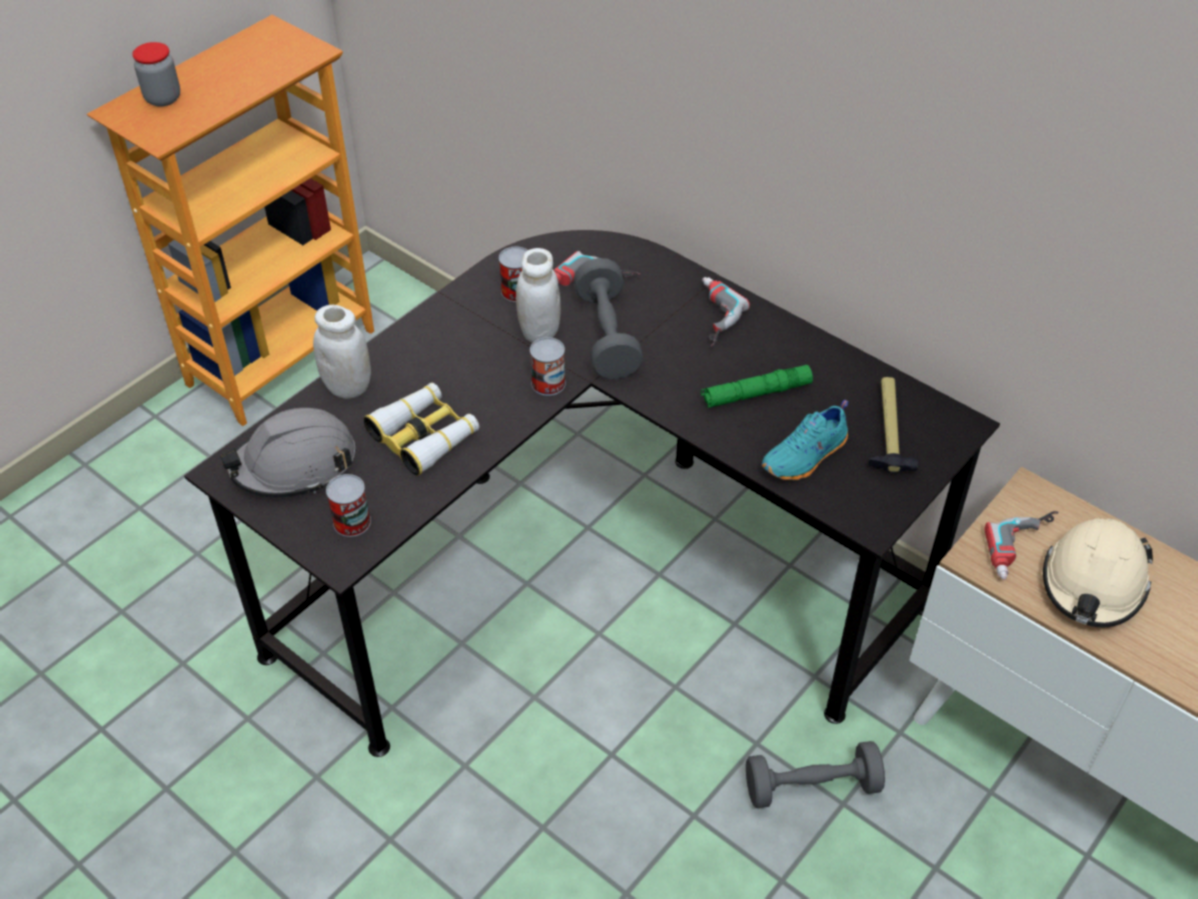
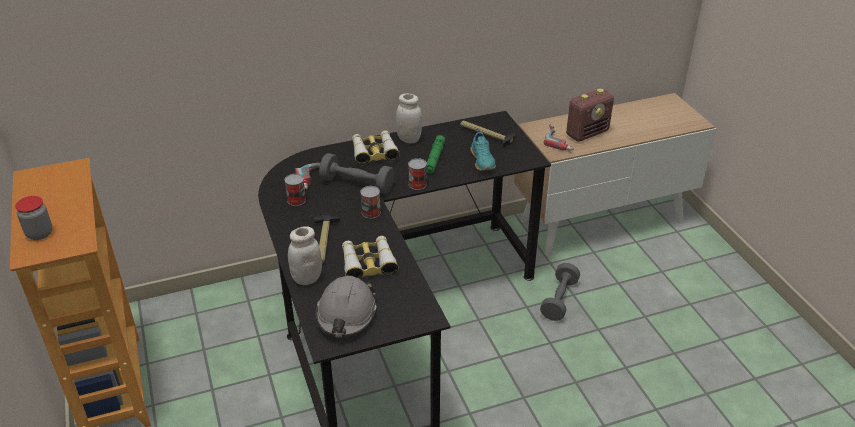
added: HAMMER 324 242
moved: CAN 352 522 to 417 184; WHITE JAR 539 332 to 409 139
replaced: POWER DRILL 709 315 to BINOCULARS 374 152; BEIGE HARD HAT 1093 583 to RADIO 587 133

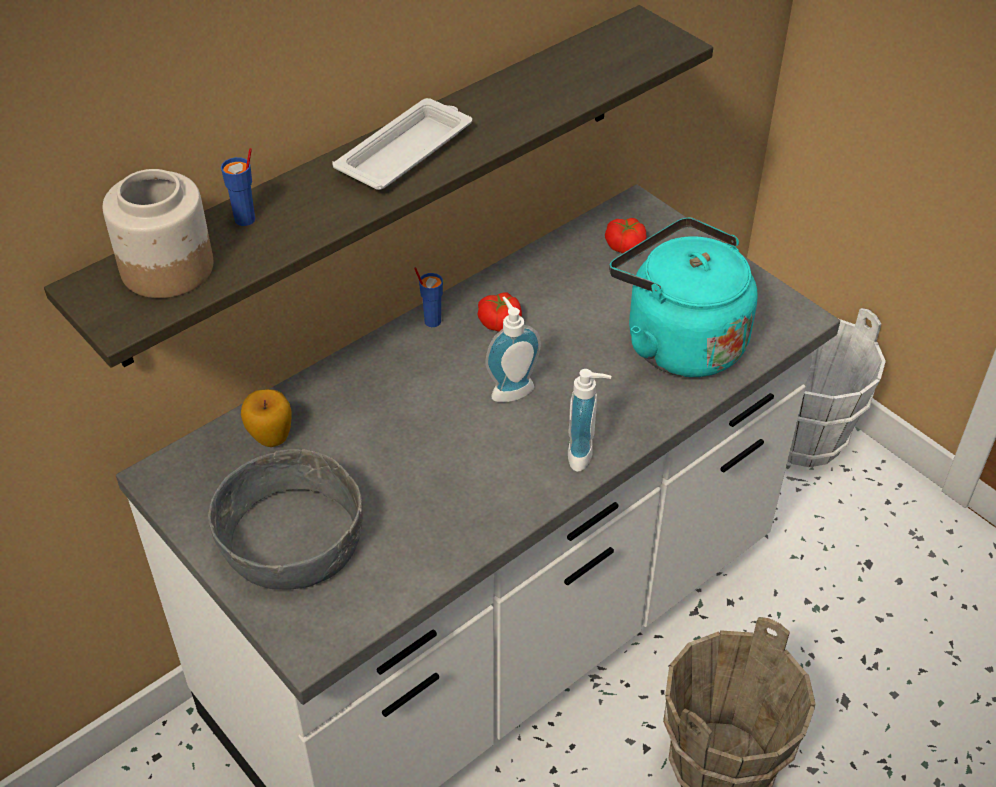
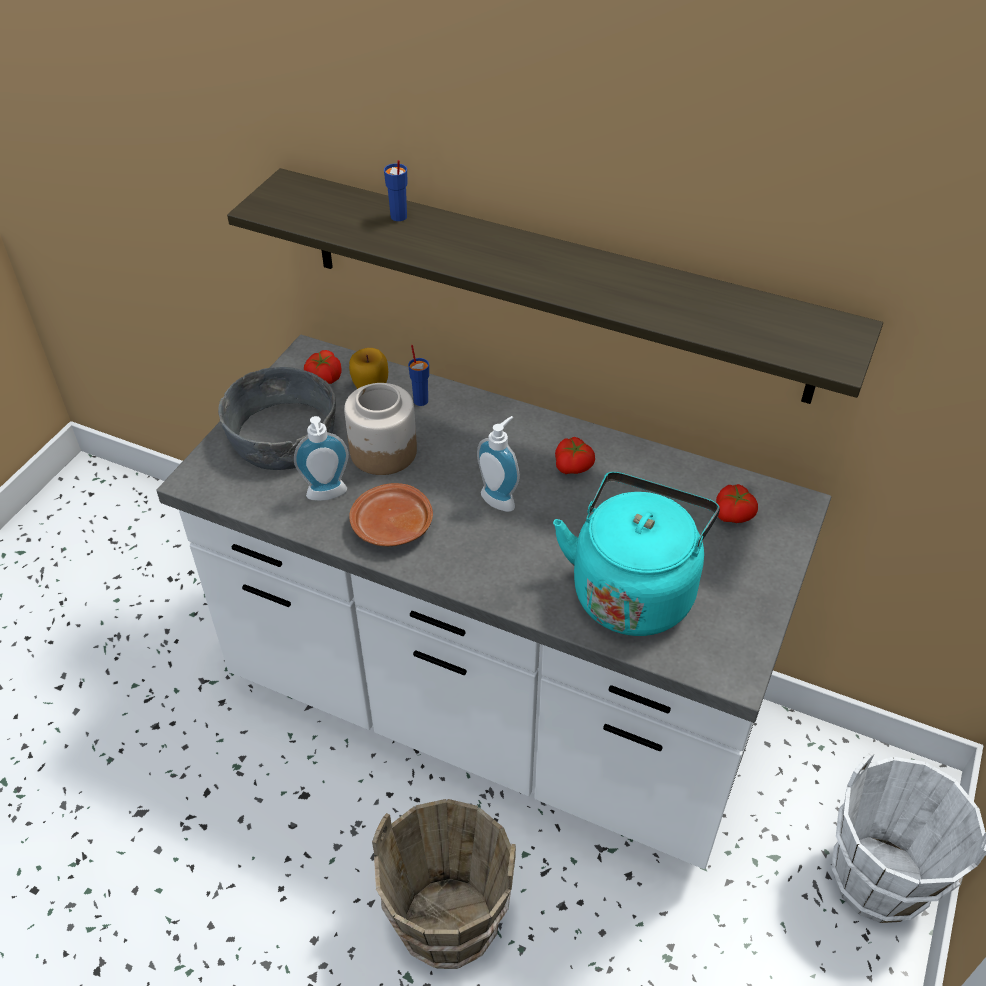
removed: WHITE TRAY 407 151
added: TOMATO 323 378; BROWN PLATE 392 526
moved: JAR 166 268 to 382 451; BLUE CUP 432 321 to 421 400; SOAP DISPENSER 585 454 to 327 496

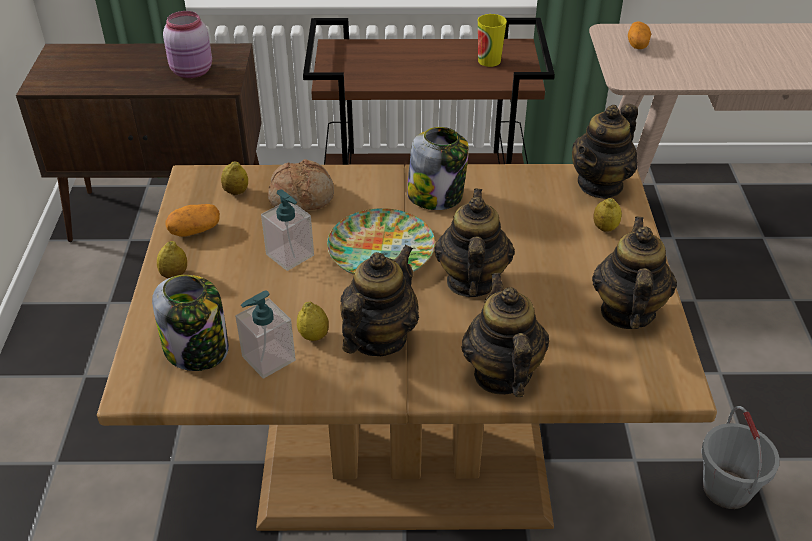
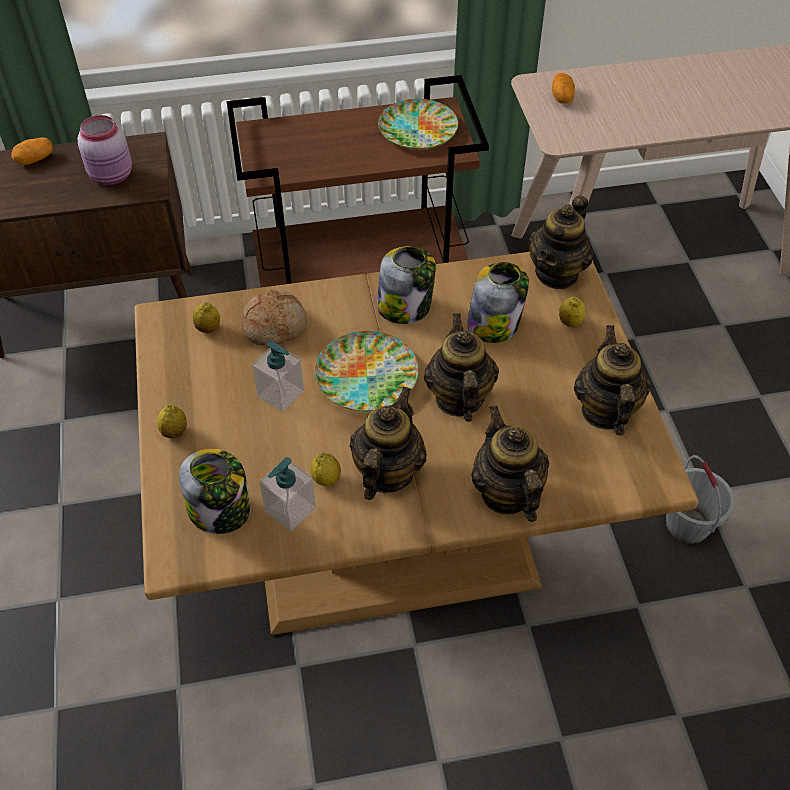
added: JAR 494 324
moved: POTATO 195 230 to 35 159
replaced: CUP 489 61 to PLATE 417 130

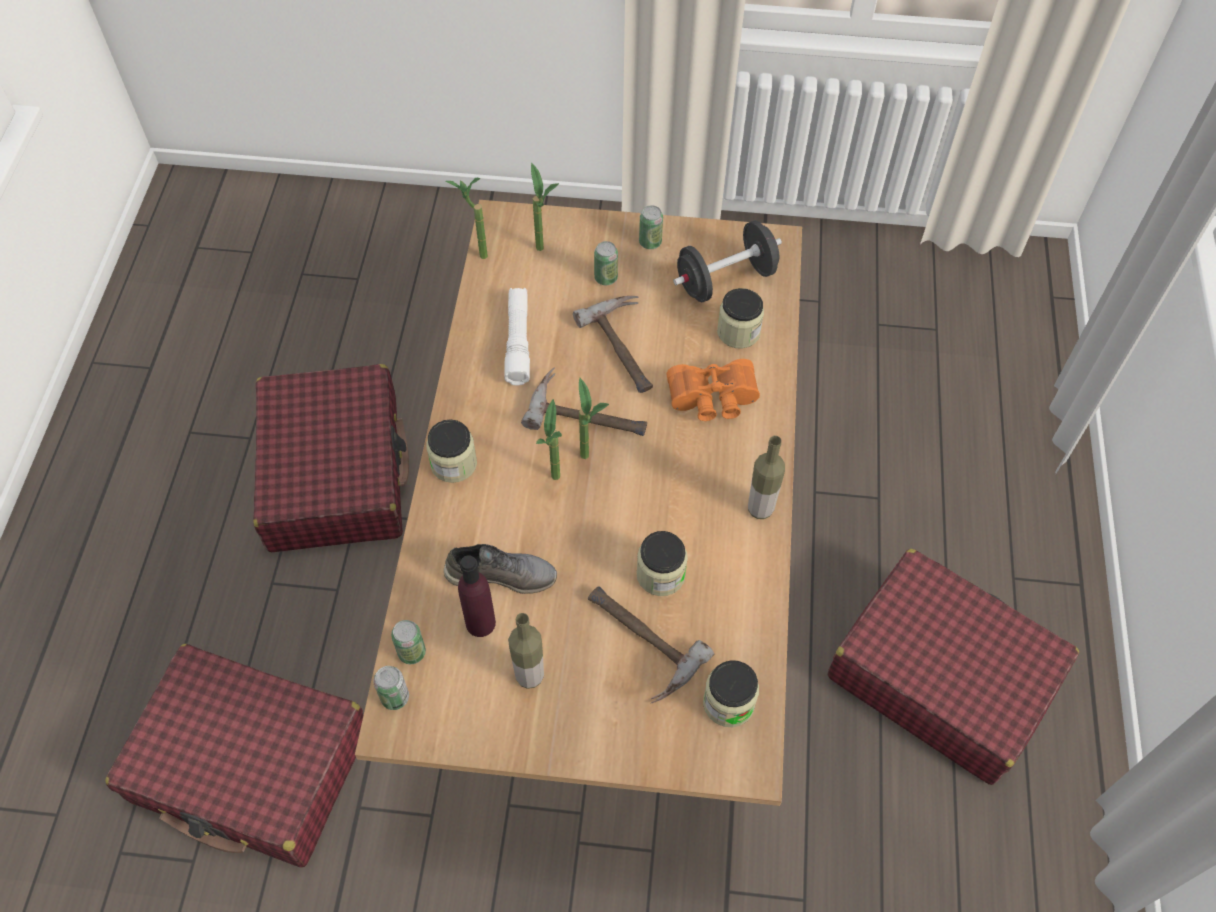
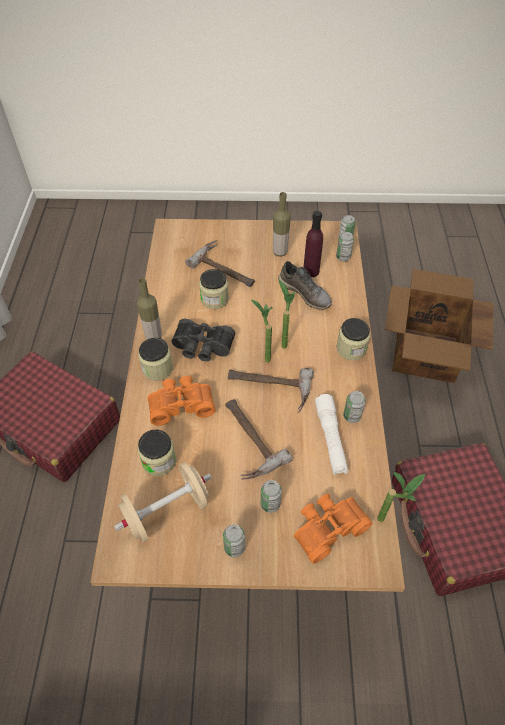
added: BLACK BINOCULARS 202 348; CAN 352 416
moved: JAR 728 703 to 157 368
replaced: RED SUITCASE 252 766 to CARDBOARD BOX 424 355; POTTED PLANT 545 252 to ORANGE BINOCULARS 327 527
recoloured: BLACK DUMBBELL 725 280 to BEIGE DUMBBELL 167 511
turned: GREY SHOE 501 574 = 305 293 135 degrees counterclockwise

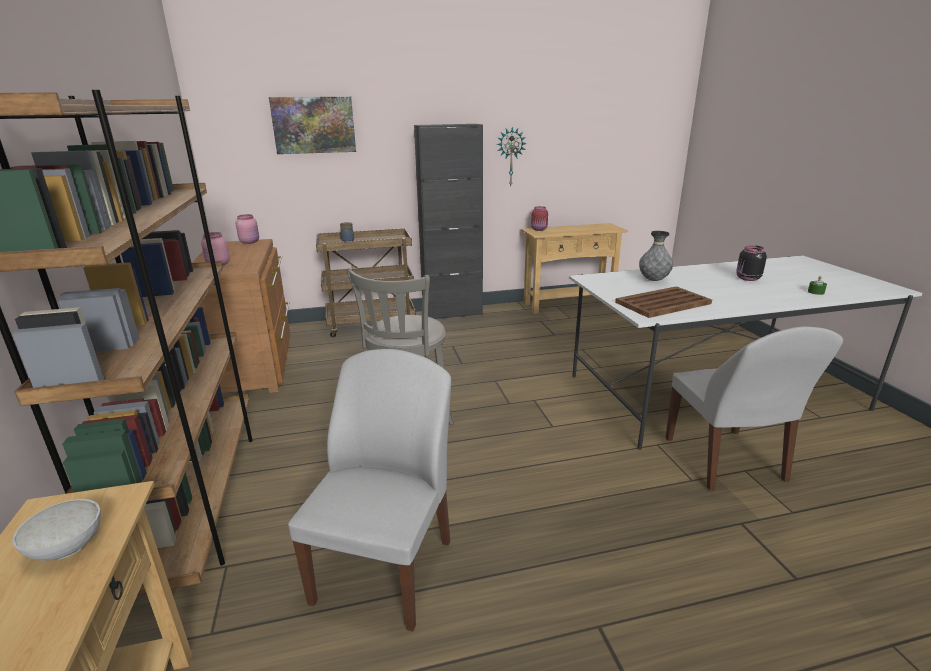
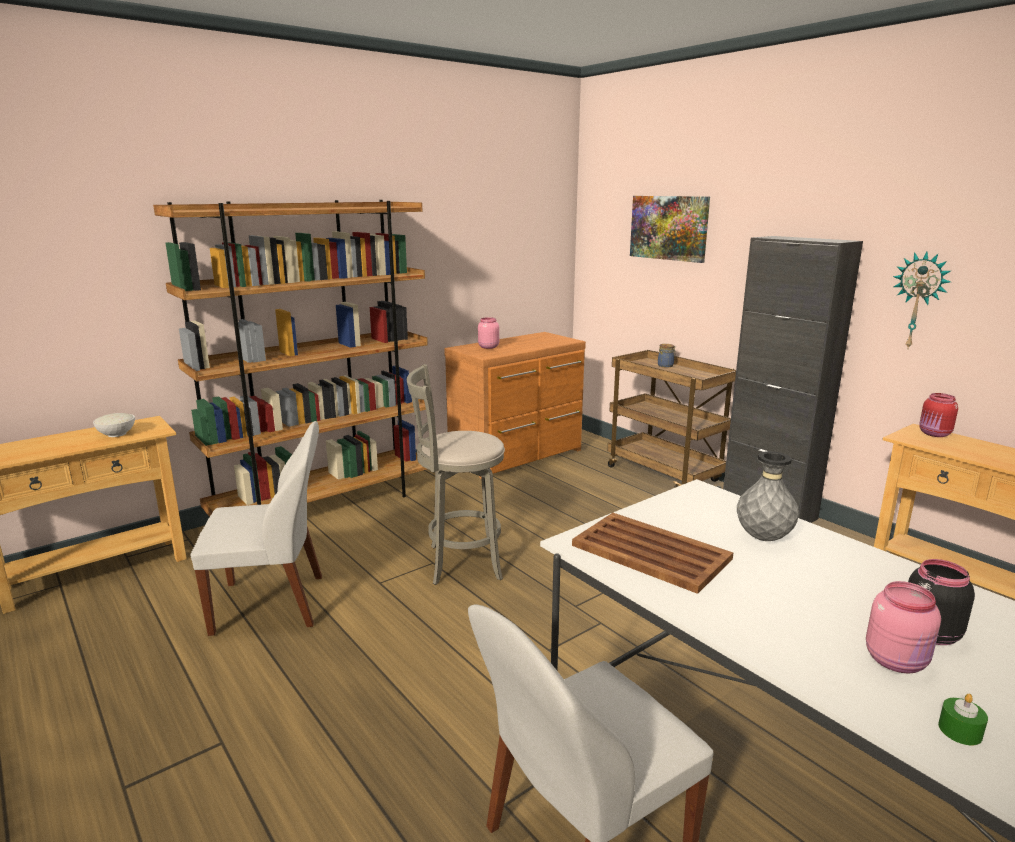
moved: PINK JAR 250 242 to 897 661

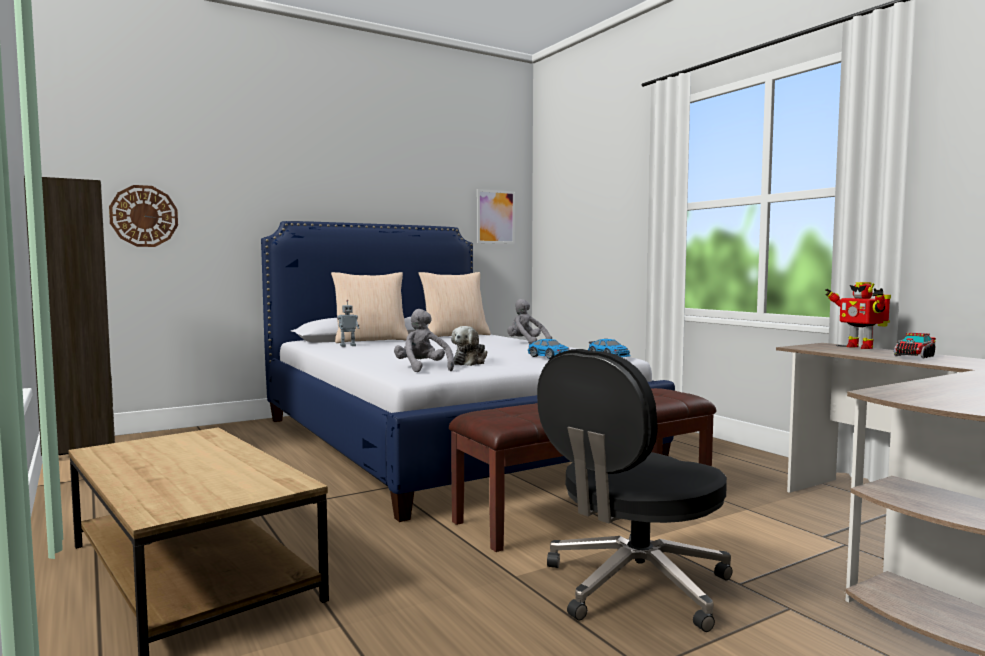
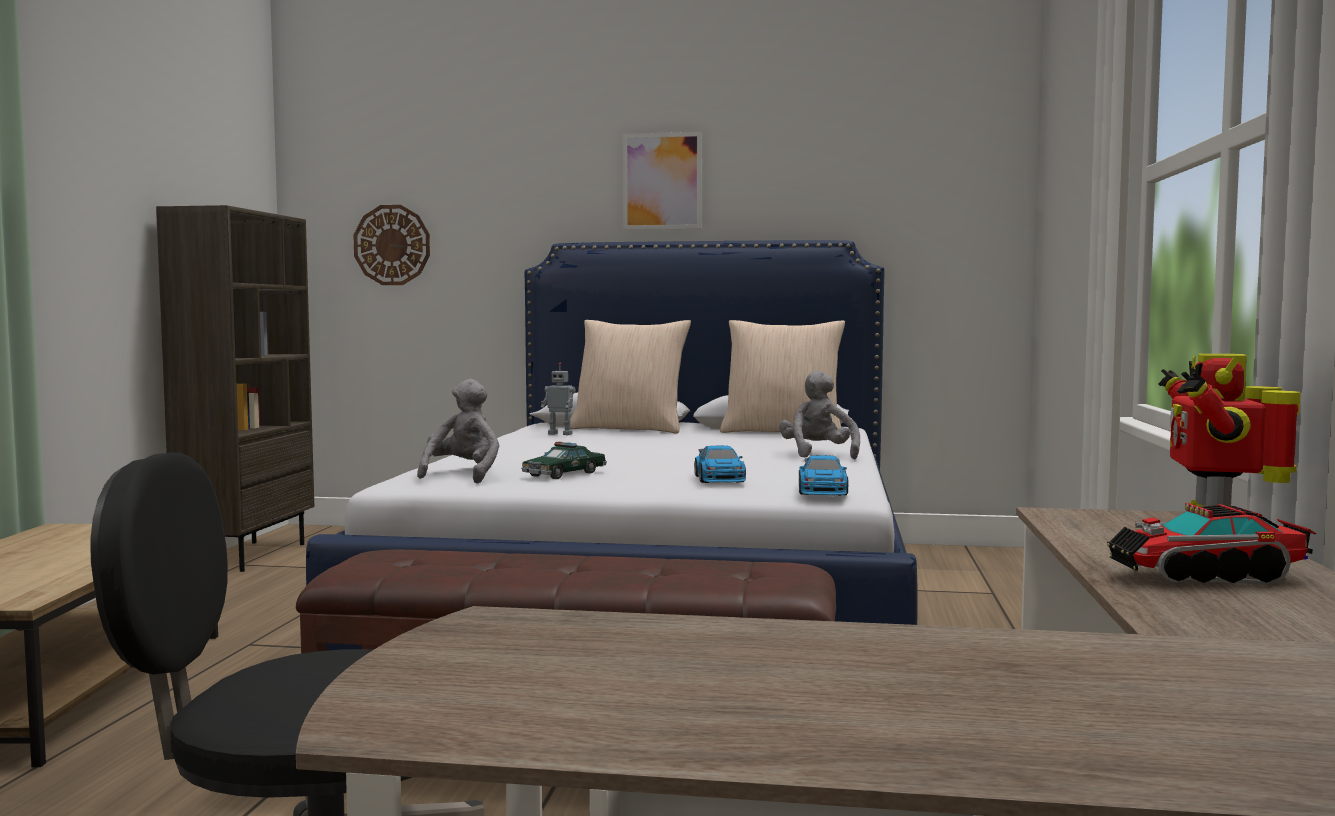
moved: PICTURE 495 217 to 662 181
replaced: PLUSH TOY 470 362 to TOY CAR 564 474

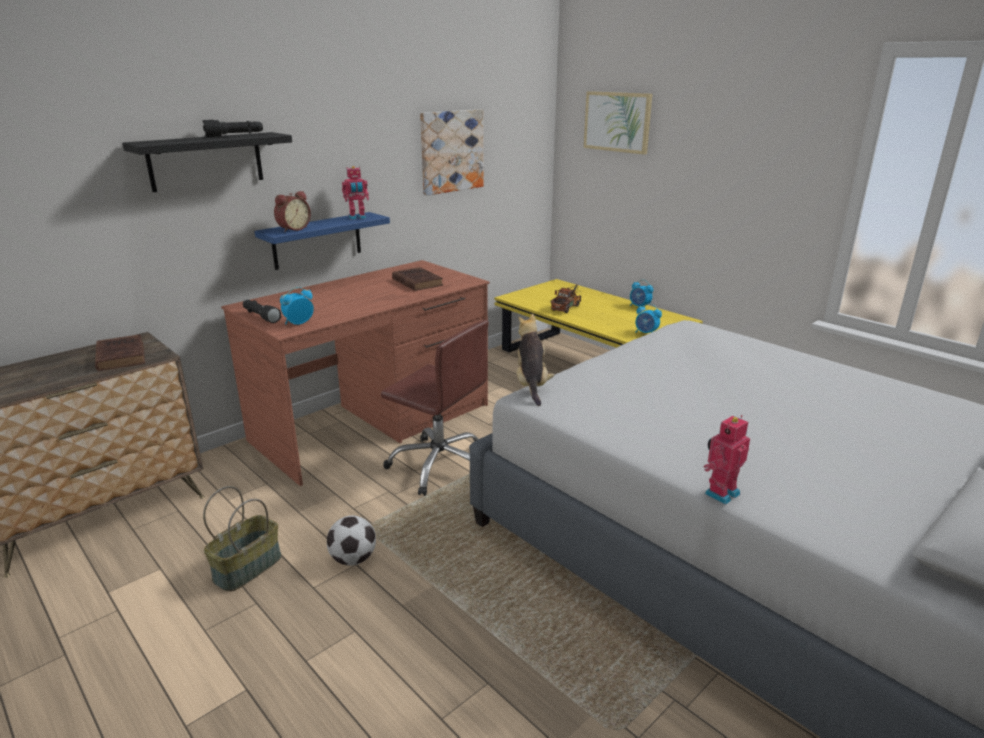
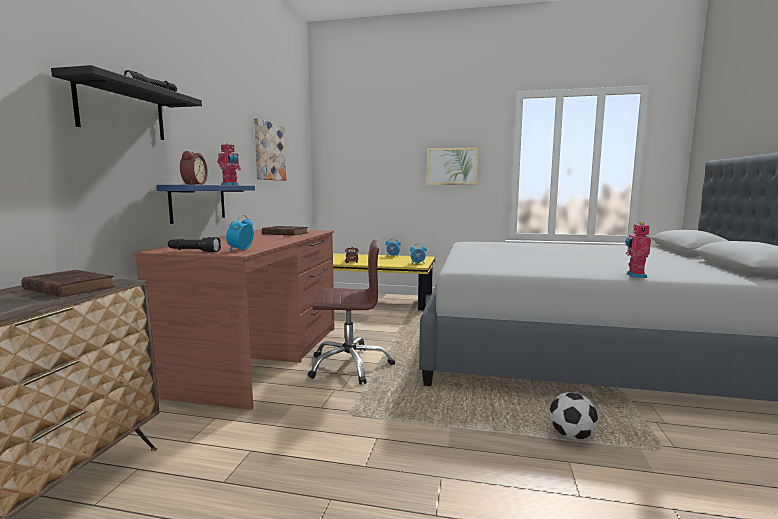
removed: BASKET 247 567; PLUSH TOY 531 385
moved: FOOTBALL 353 559 to 571 436; PICTURE 617 122 to 452 166

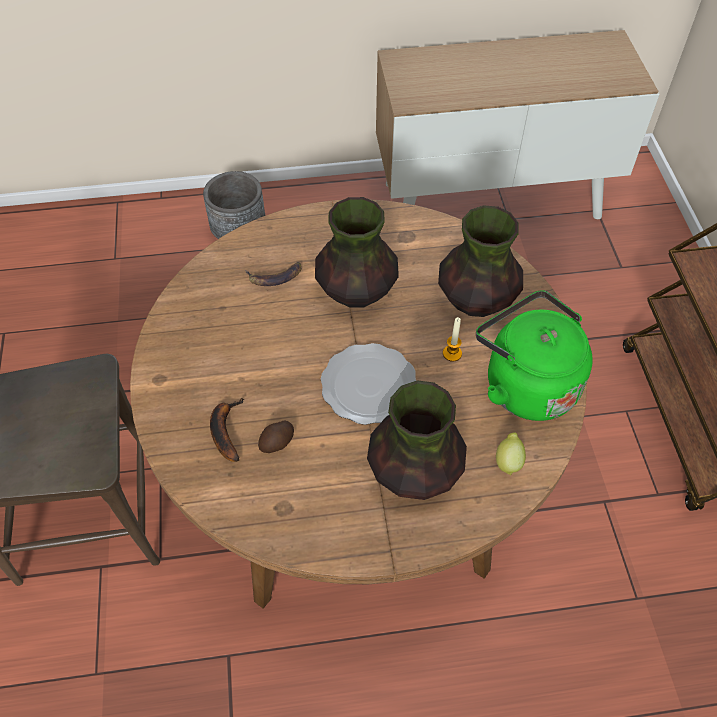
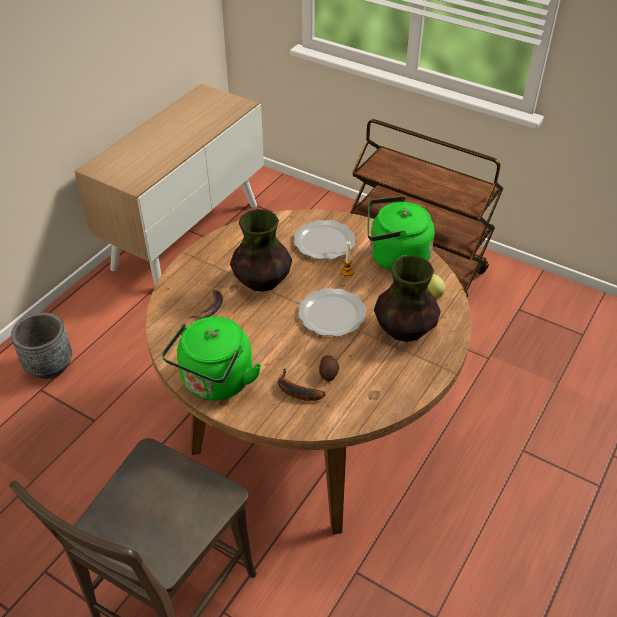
added: GREEN KETTLE 215 383
replaced: VASE 476 300 to PLATE 323 241

